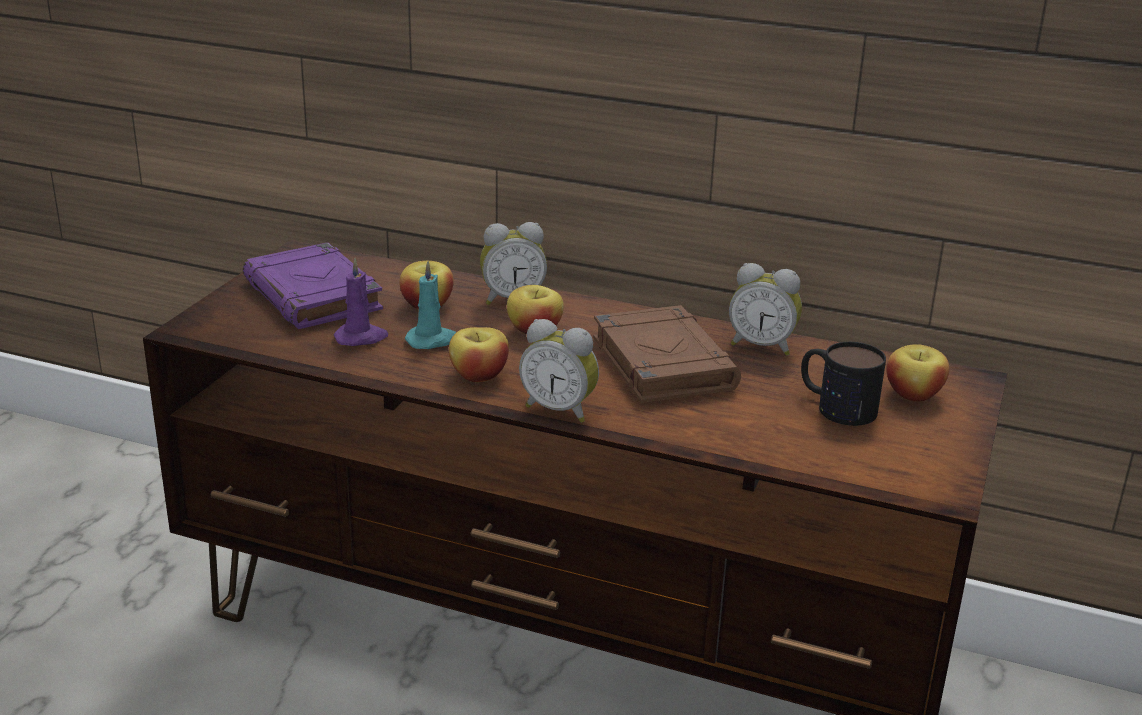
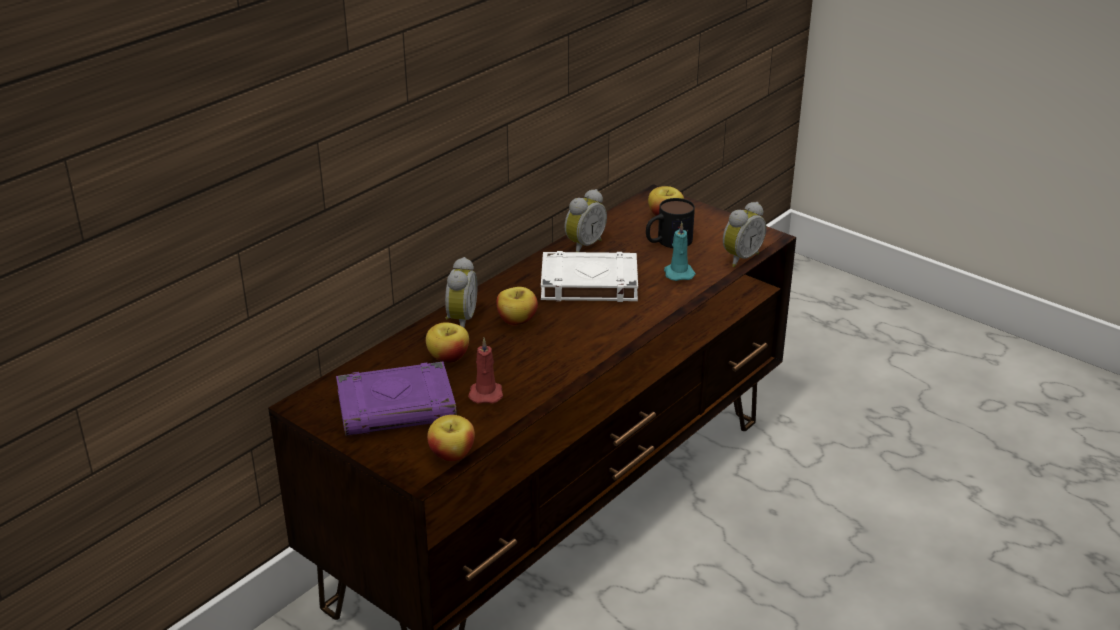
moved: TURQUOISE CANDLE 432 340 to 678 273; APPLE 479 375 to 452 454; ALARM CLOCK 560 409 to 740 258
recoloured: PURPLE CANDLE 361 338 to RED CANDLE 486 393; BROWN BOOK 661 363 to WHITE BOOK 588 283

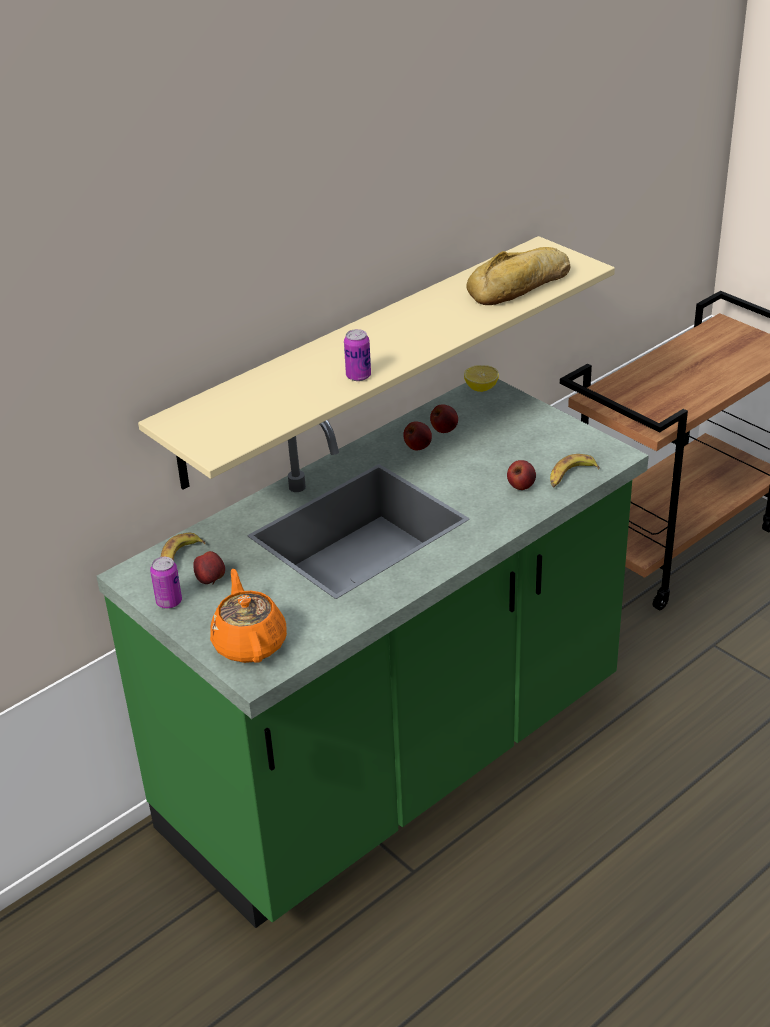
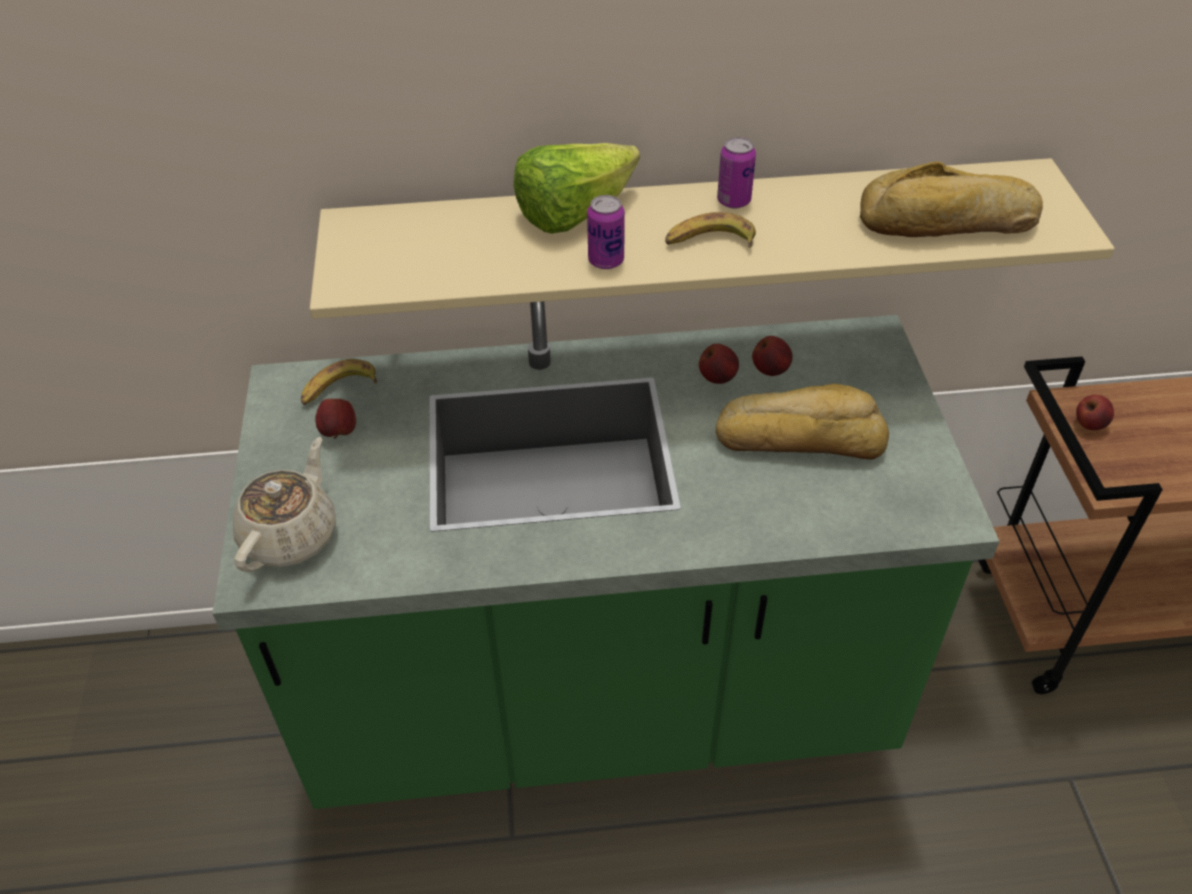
removed: LEMON 481 388
added: LETTUCE 573 214; BREAD 800 436
moved: CAN 169 602 to 733 201; APPLE 520 486 to 1089 424; BANANA 570 476 to 709 242
recoloured: ORANGE TEAPOT 249 643 to BEIGE TEAPOT 291 535

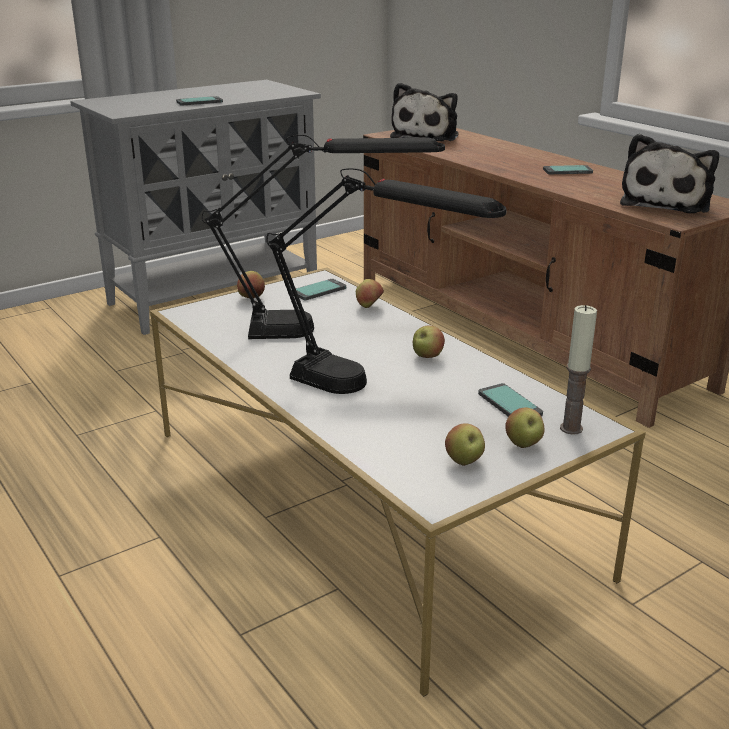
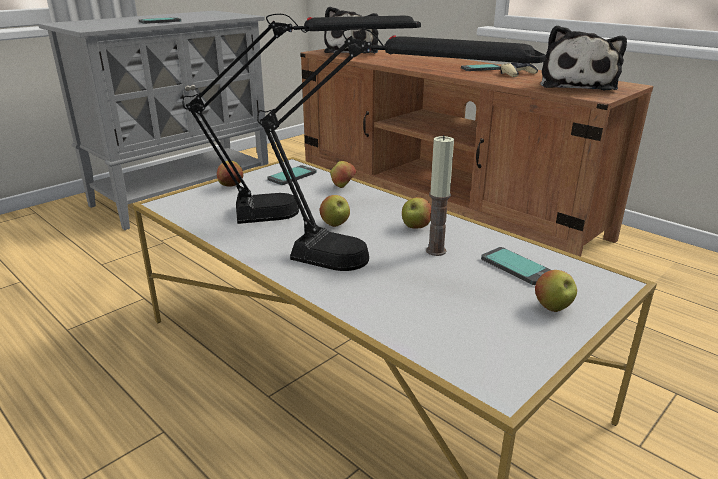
added: BEIGE GAME CONTROLLER 517 74
moved: APPLE 464 461 to 335 224; CANDLE 571 428 to 436 251

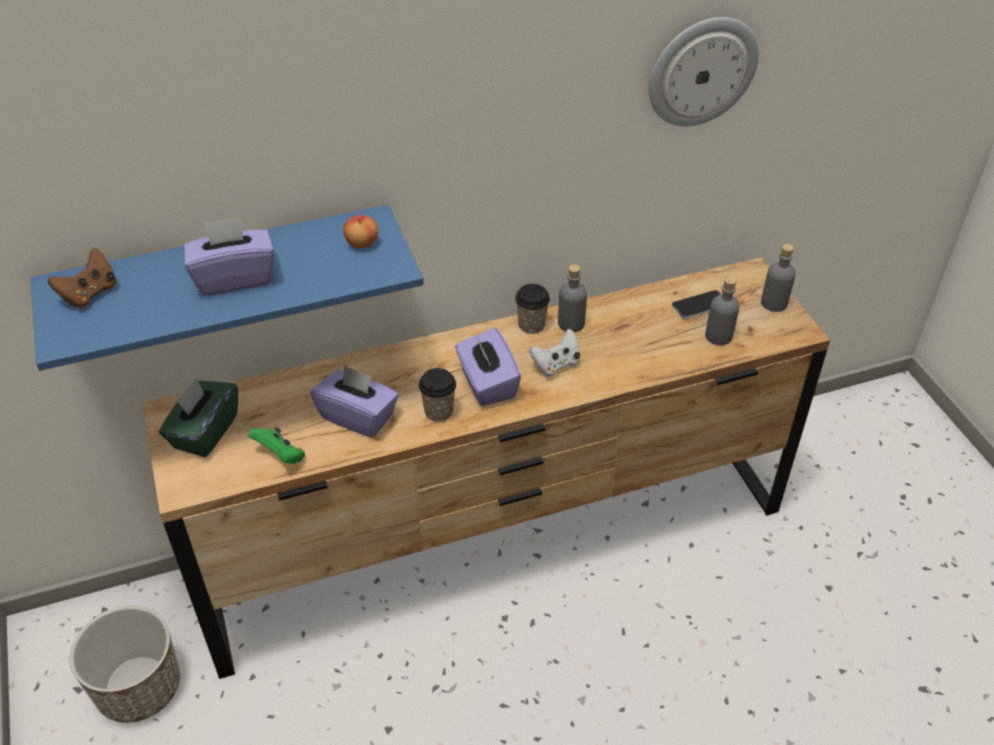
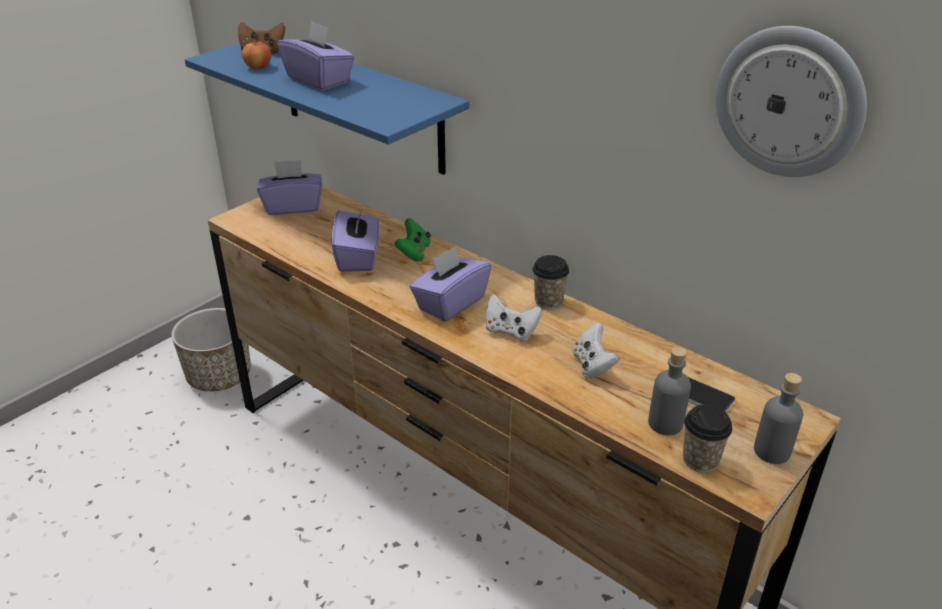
removed: GREY BOTTLE 571 323
added: WHITE GAME CONTROLLER 592 365
moved: GREEN GAME CONTROLLER 281 456 to 414 253; APPLE 362 243 to 258 67; CUP 439 411 to 700 460
recoloured: GREEN TISSUE BOX 204 432 to PURPLE TISSUE BOX 293 207

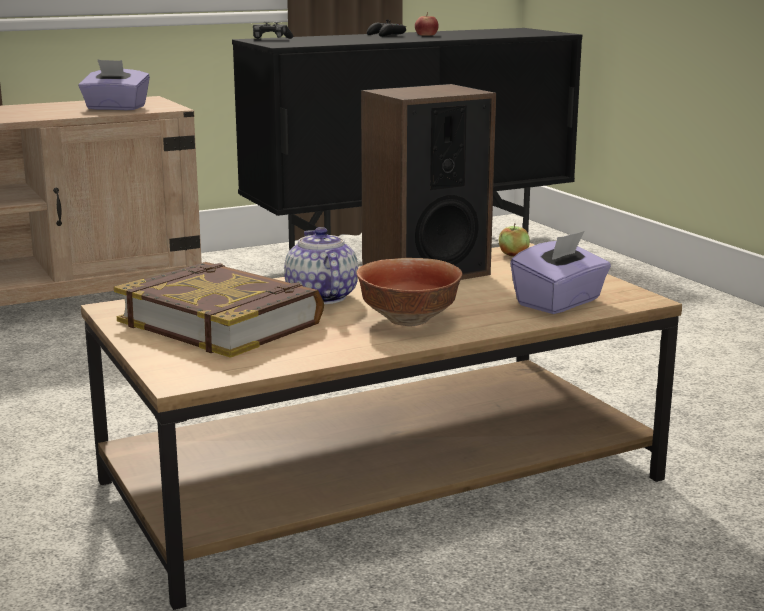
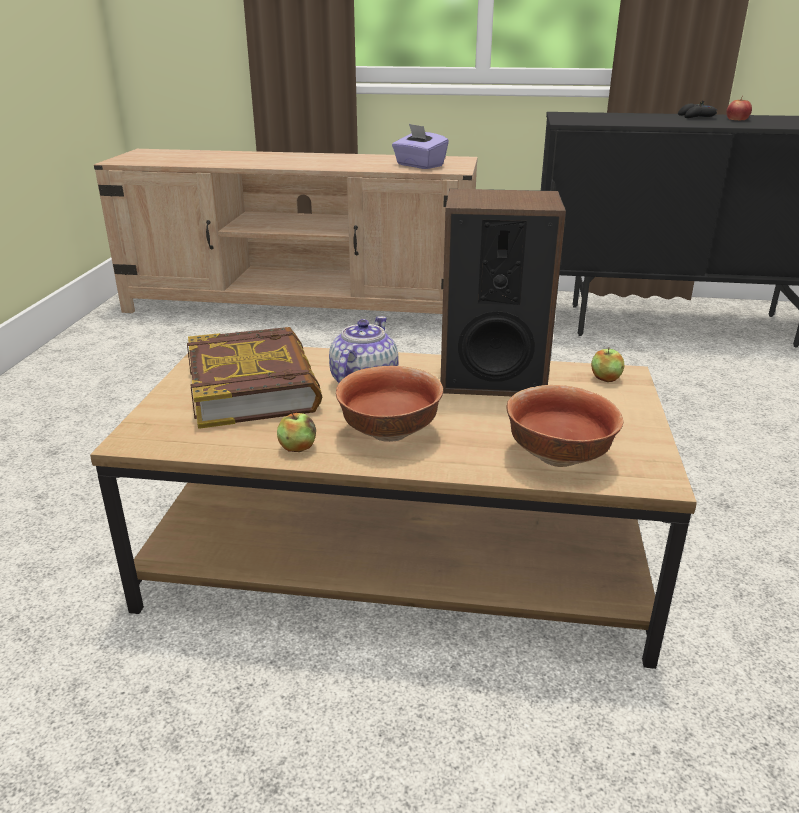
removed: GAME CONTROLLER 271 39
added: APPLE 297 447
replaced: PURPLE TISSUE BOX 559 303 to BOWL 560 456

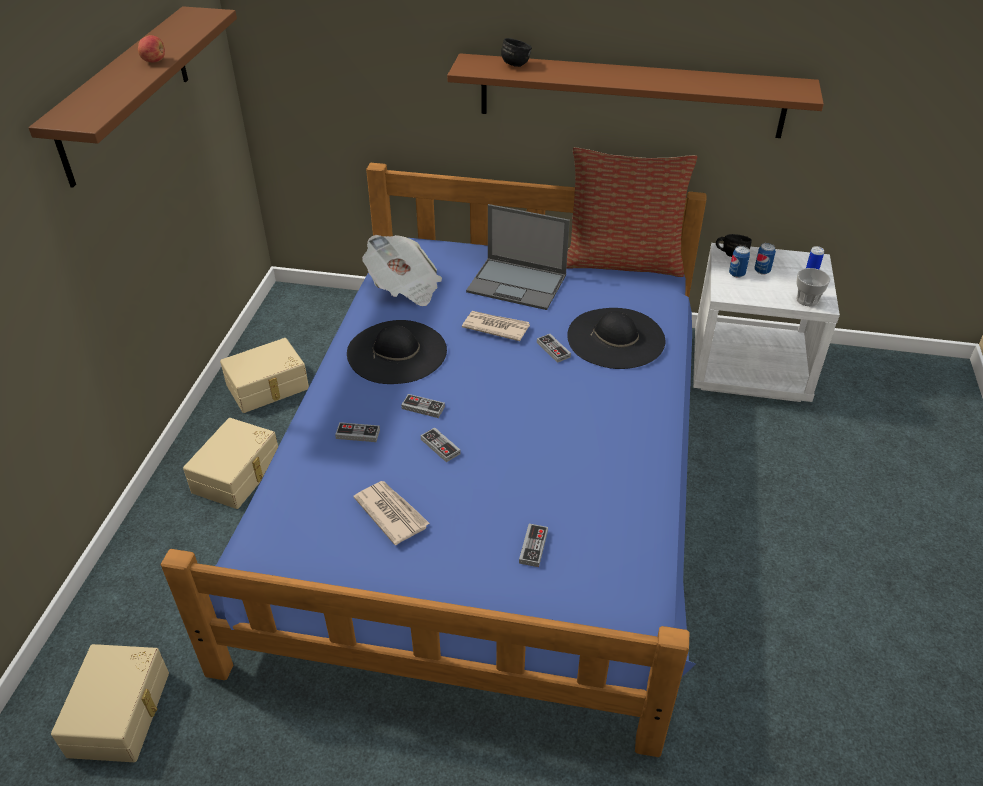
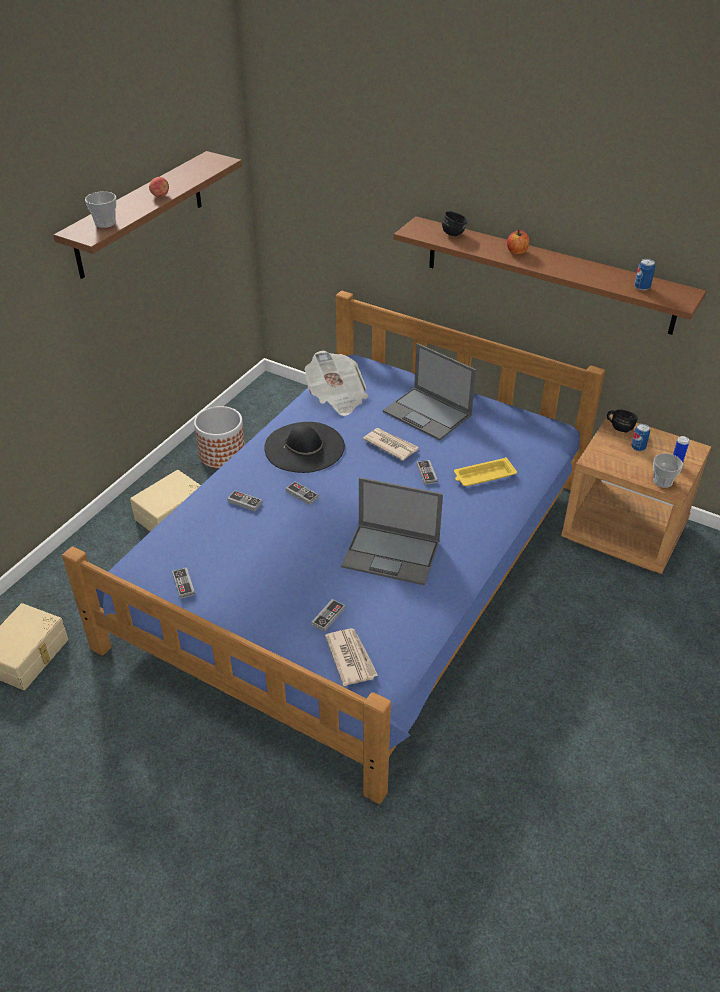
removed: PILLOW 623 261
added: CUP 105 223; LAPTOP 392 554; APPLE 517 251
moved: NEWSPAPER 391 513 to 351 657; GAME CONTROLLER 440 446 to 183 584; CAN 736 274 to 642 287
replaced: BEIGE STORAGE BOX 268 387 to PLANTER 222 454; BLACK HAT 616 338 to YELLOW TRAY 483 476
recoloured: WHITE NIGHTSTAND 750 368 to BROWN NIGHTSTAND 624 532

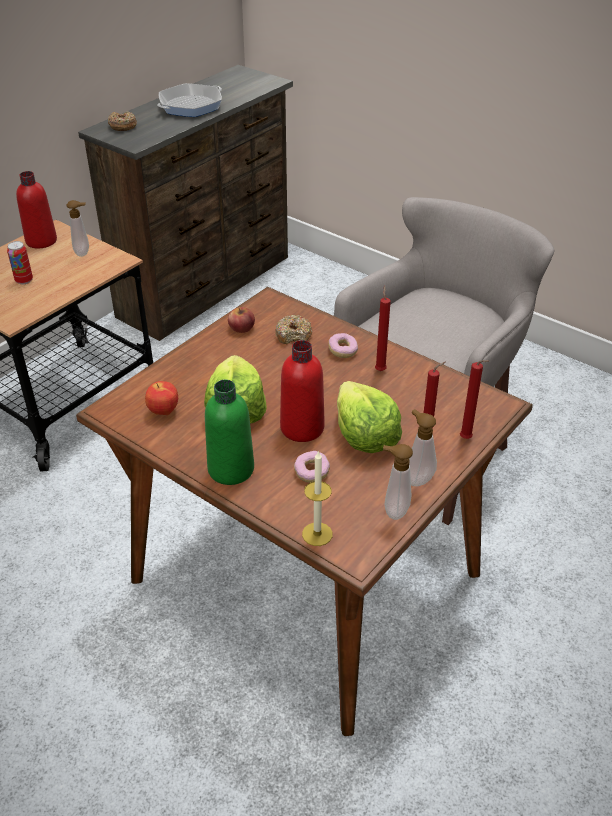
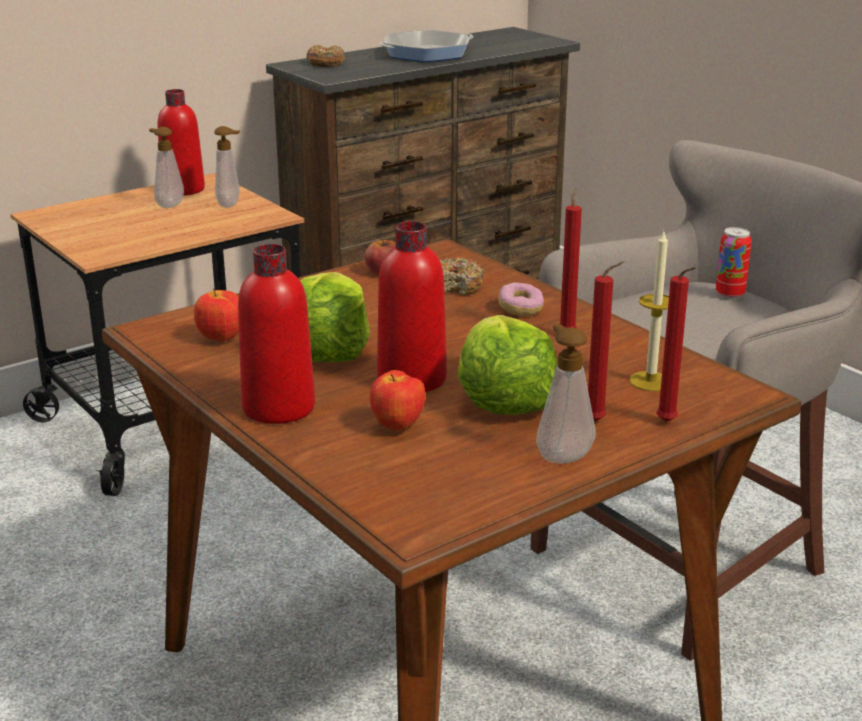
moved: CAN 24 280 to 730 294; CANDLE 317 534 to 650 381; SOAP DISPENSER 393 510 to 168 205
replaced: DONUT 311 472 to APPLE 398 427
recoloured: GREEN BOTTLE 231 469 to RED BOTTLE 278 408

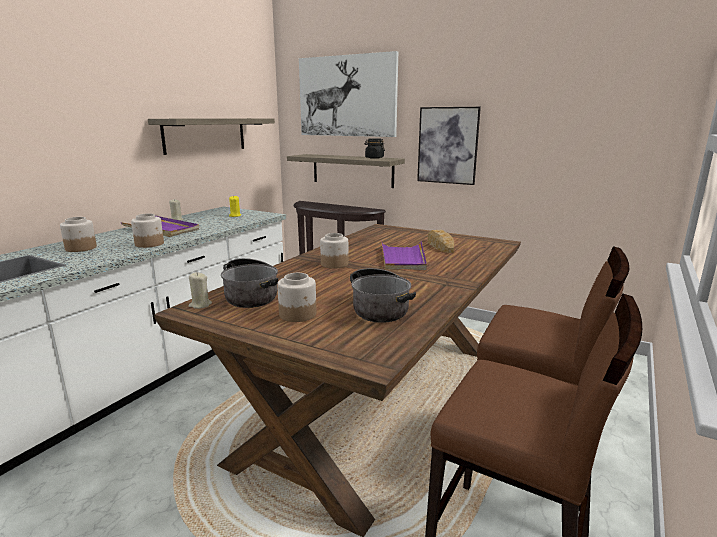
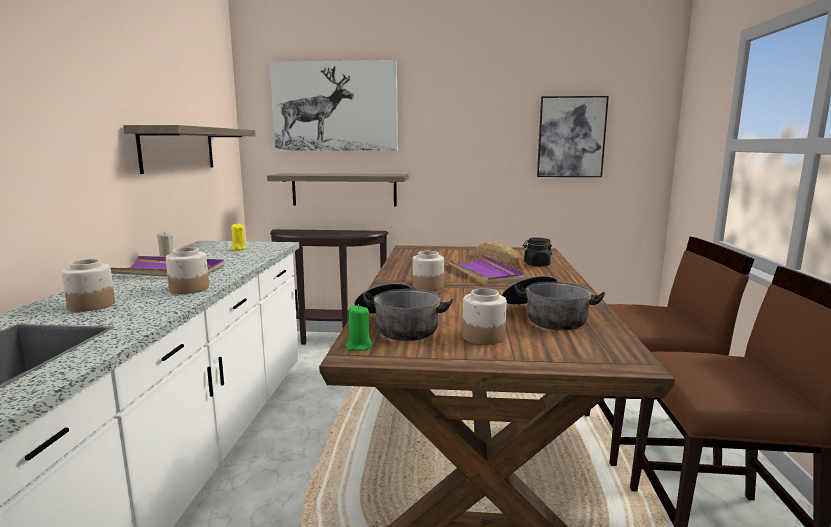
moved: BLACK JAR 374 158 to 536 264; PICTURE 447 145 to 571 137
recoloured: BEIGE CANDLE 200 305 to GREEN CANDLE 359 346

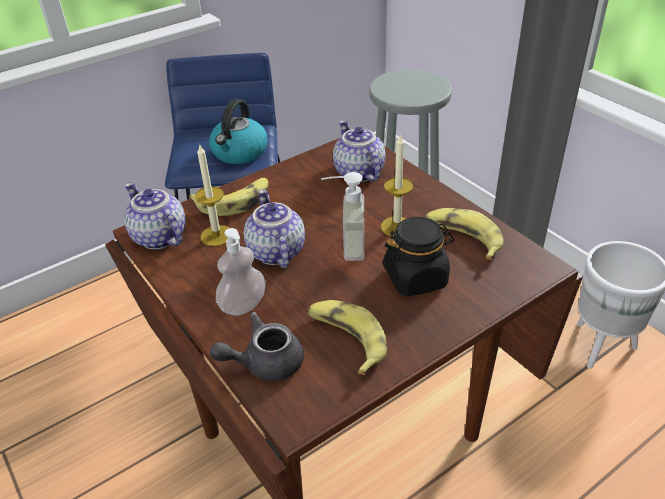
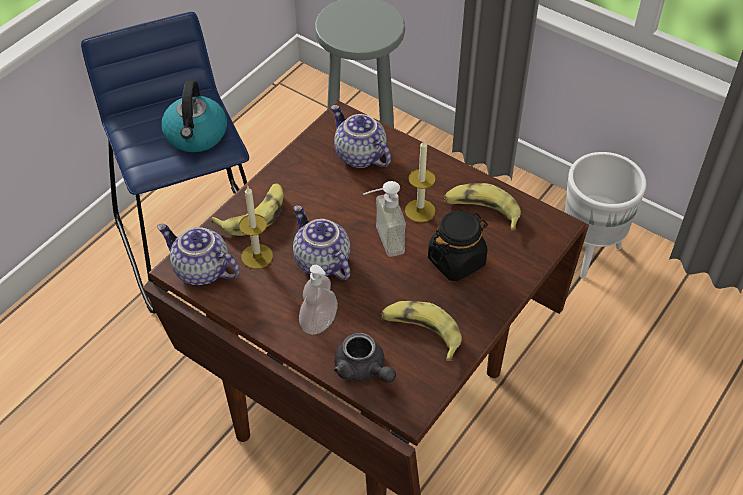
turned: GREY TEAPOT 264 363 = 363 370 90 degrees counterclockwise

